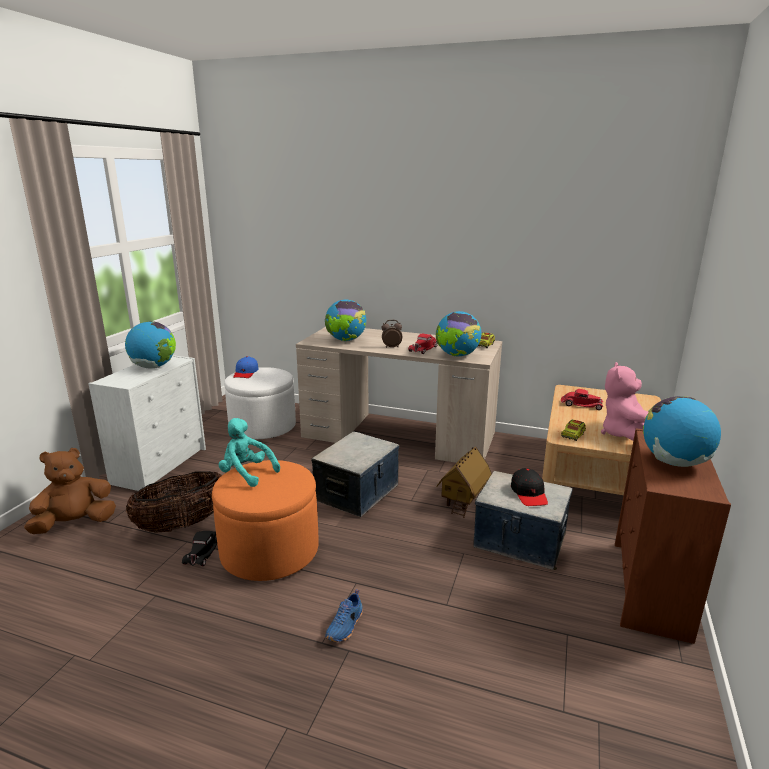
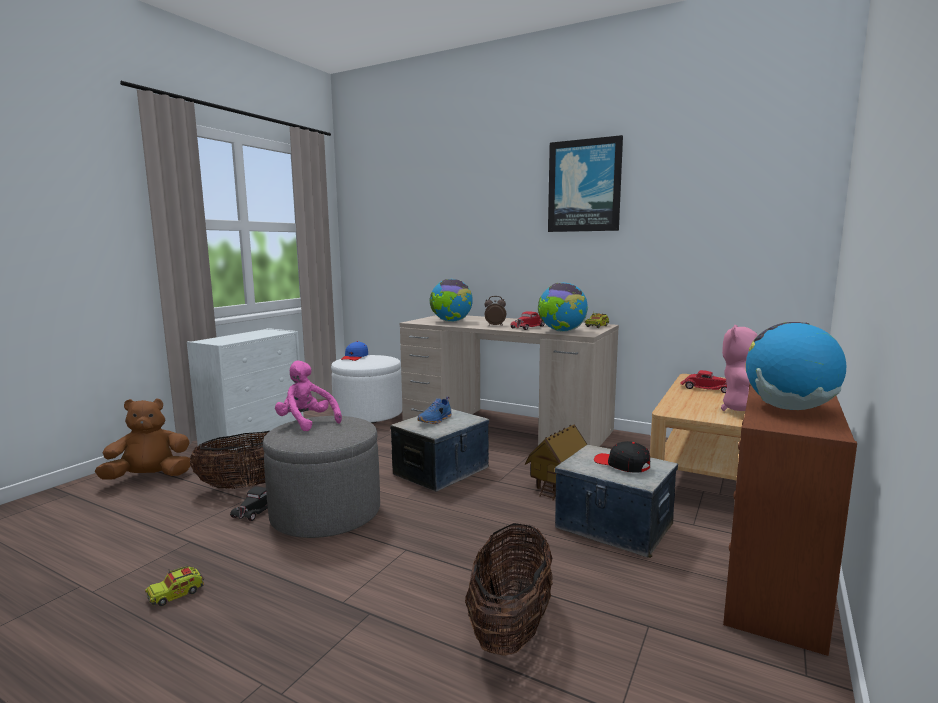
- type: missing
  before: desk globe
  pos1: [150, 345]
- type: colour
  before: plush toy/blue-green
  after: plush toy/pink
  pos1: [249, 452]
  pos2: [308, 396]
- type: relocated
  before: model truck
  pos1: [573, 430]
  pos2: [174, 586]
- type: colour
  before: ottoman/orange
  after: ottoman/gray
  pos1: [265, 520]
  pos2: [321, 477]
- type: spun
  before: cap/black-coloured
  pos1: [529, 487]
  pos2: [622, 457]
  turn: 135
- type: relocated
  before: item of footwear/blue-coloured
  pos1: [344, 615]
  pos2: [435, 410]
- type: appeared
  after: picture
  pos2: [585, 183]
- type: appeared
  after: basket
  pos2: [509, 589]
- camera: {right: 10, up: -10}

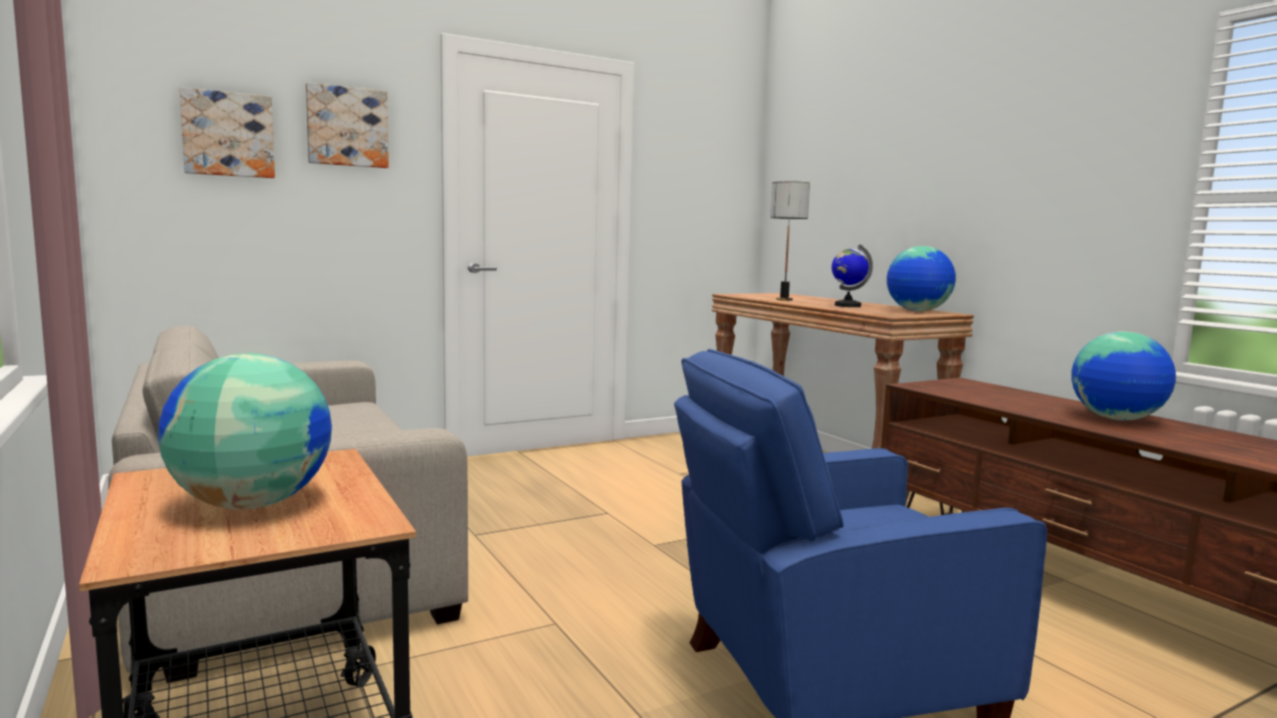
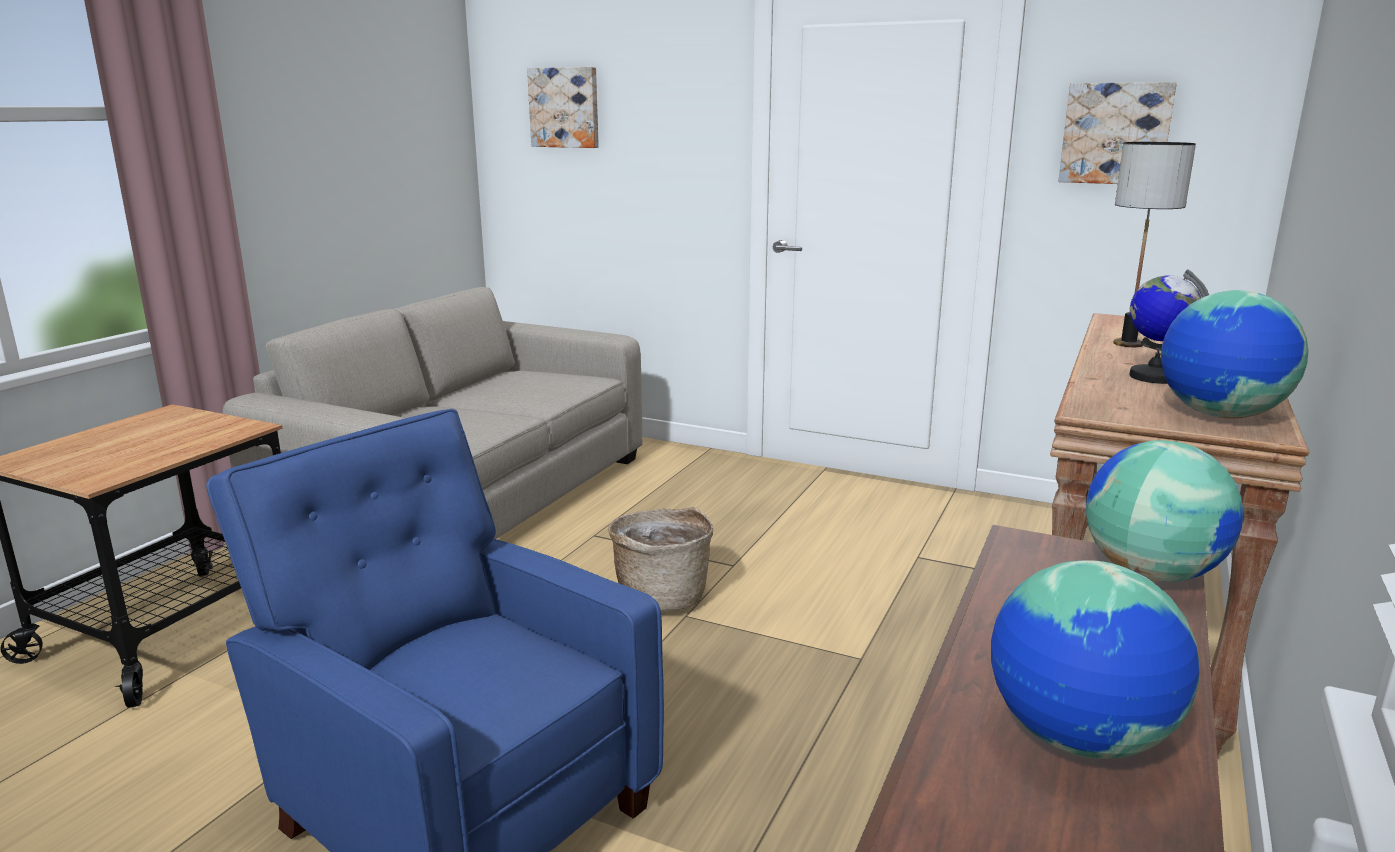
- type: relocated
  before: picture
  pos1: [347, 125]
  pos2: [1118, 133]
- type: relocated
  before: desk globe
  pos1: [245, 431]
  pos2: [1165, 511]
- type: appeared
  after: basket
  pos2: [660, 559]
- camera: {right: 55, up: 10}

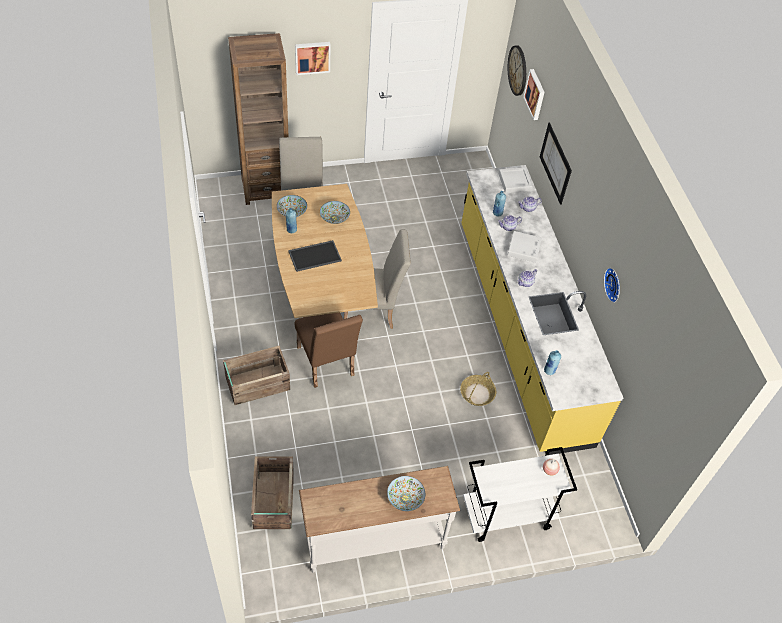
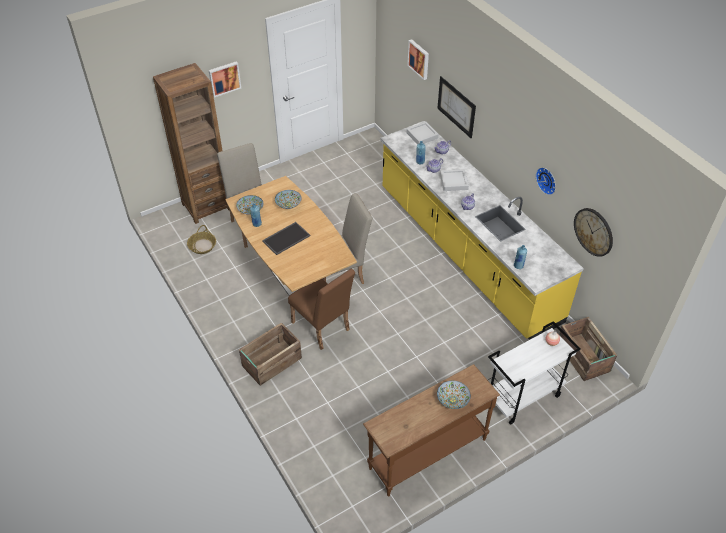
- type: relocated
  before: wall clock
  pos1: [517, 70]
  pos2: [593, 232]
- type: relocated
  before: basket
  pos1: [478, 389]
  pos2: [201, 239]
- type: relocated
  before: crate
  pos1: [272, 492]
  pos2: [588, 349]
- type: colour
  before: narrow table/white-coloured
  after: narrow table/brown
  pos1: [379, 519]
  pos2: [431, 430]
- camera: {right: -15, up: -5}

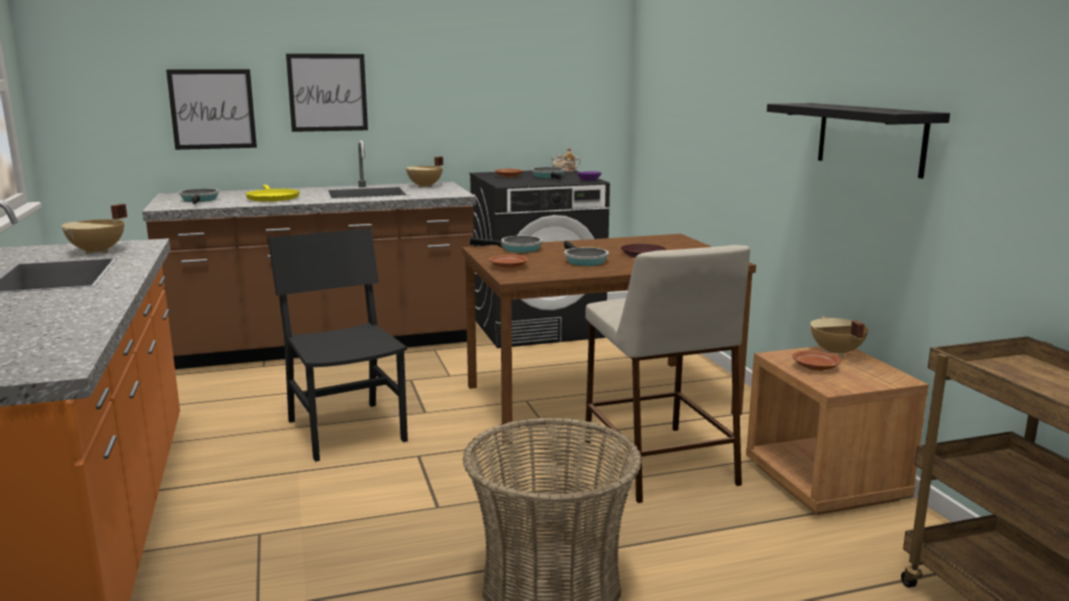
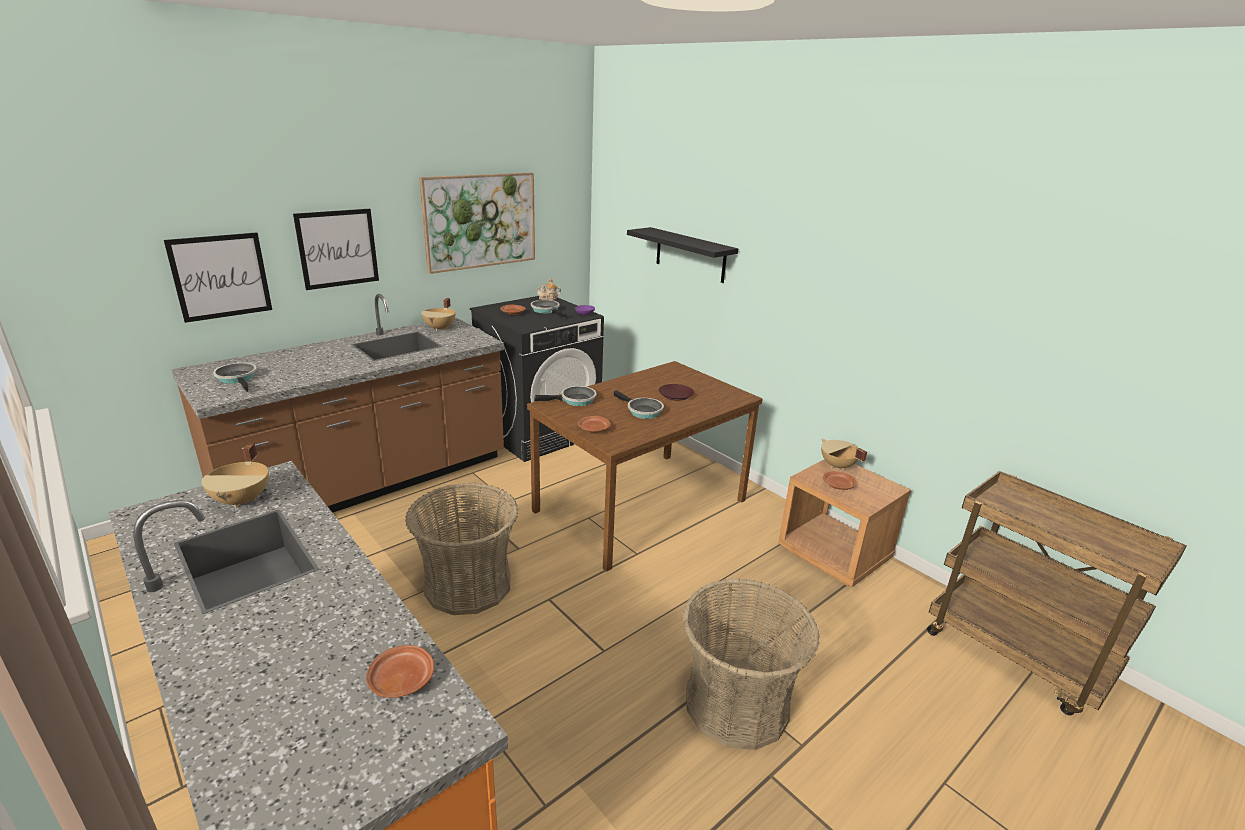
- type: relocated
  before: shelf/black-coloured
  pos1: [858, 141]
  pos2: [682, 255]
- type: missing
  before: frying pan/yellowish
  pos1: [272, 193]
- type: exchanged
  before: plain chair/black-coloured
  after: basket
  pos1: [338, 345]
  pos2: [462, 549]
- type: missing
  before: sitting stool/beige
  pos1: [667, 374]
- type: appeared
  after: picture
  pos2: [477, 223]
- type: appeared
  after: dinner plate/brown
  pos2: [400, 671]
- camera: {right: -25, up: 10}

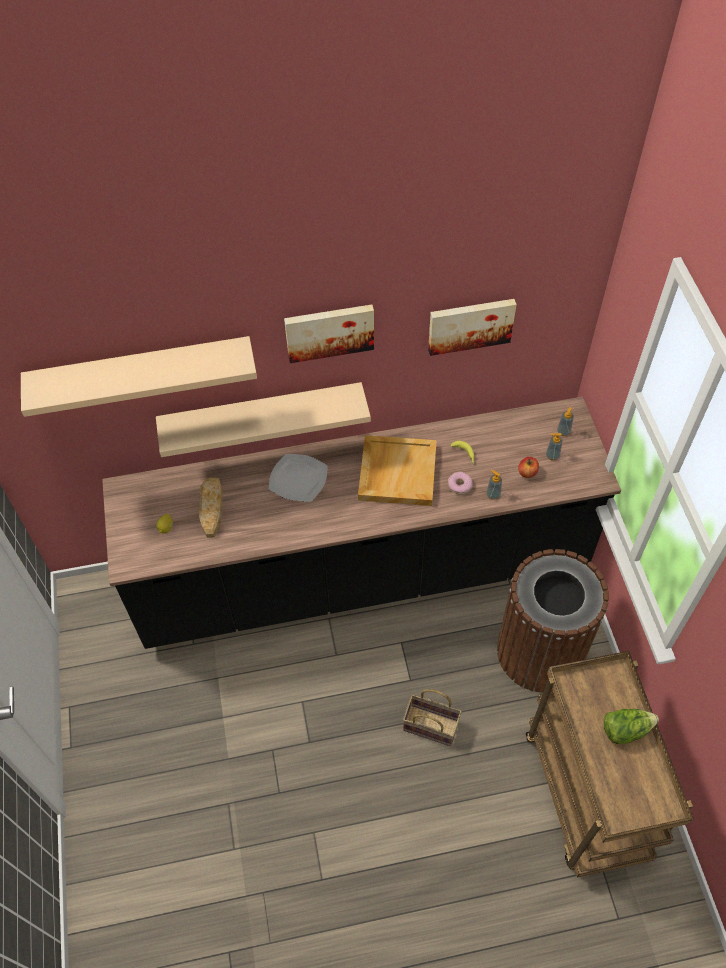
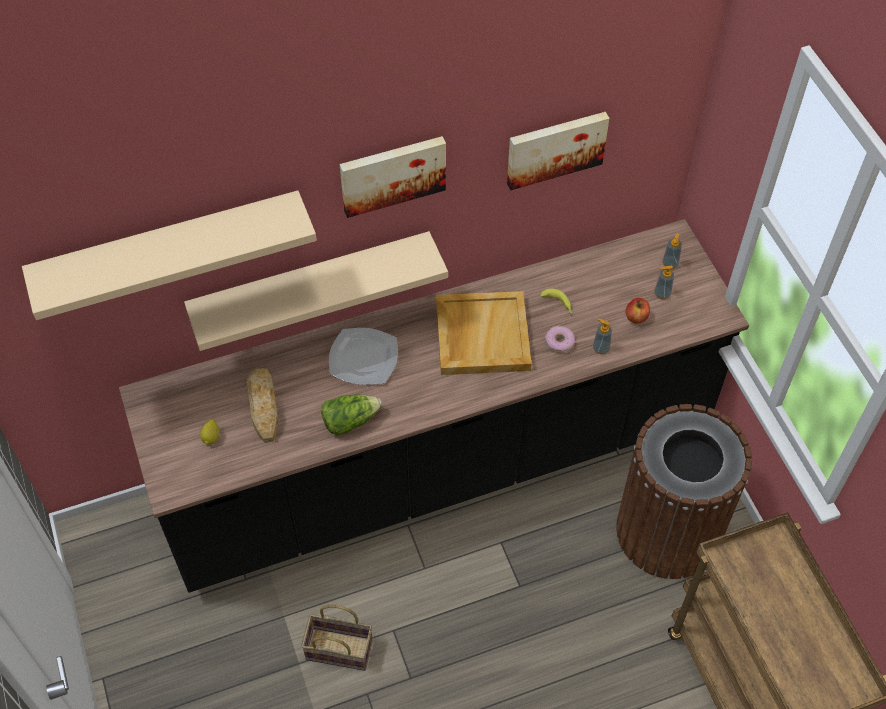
- type: relocated
  before: basket
  pos1: [432, 717]
  pos2: [337, 638]
- type: relocated
  before: lettuce
  pos1: [631, 726]
  pos2: [351, 414]
- camera: {right: -10, up: 0}

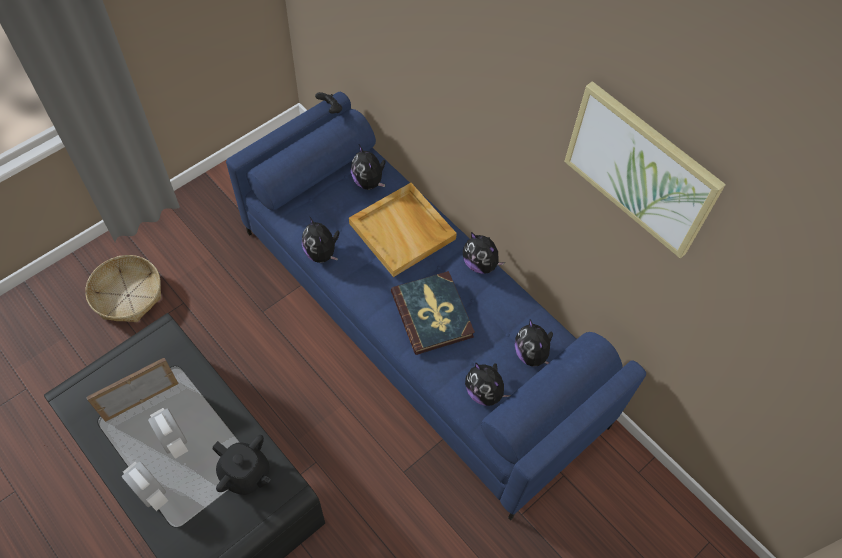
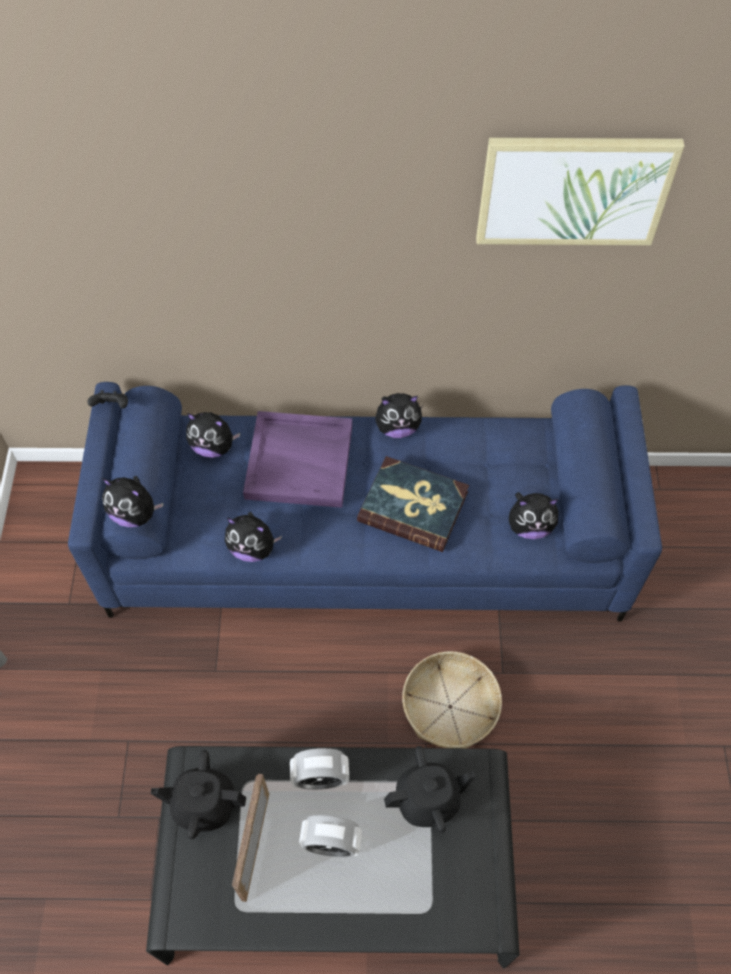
- type: colour
  before: carrying tray/beige
  after: carrying tray/purplish
  pos1: [403, 230]
  pos2: [297, 459]
- type: relocated
  before: basket
  pos1: [123, 288]
  pos2: [452, 699]
- type: relocated
  before: plush toy
  pos1: [534, 343]
  pos2: [132, 501]
- type: relocated
  before: table clock
  pos1: [145, 486]
  pos2: [319, 769]
- type: appeared
  after: pot for tea/black-coloured
  pos2: [198, 794]
- camera: {right: -45, up: 0}

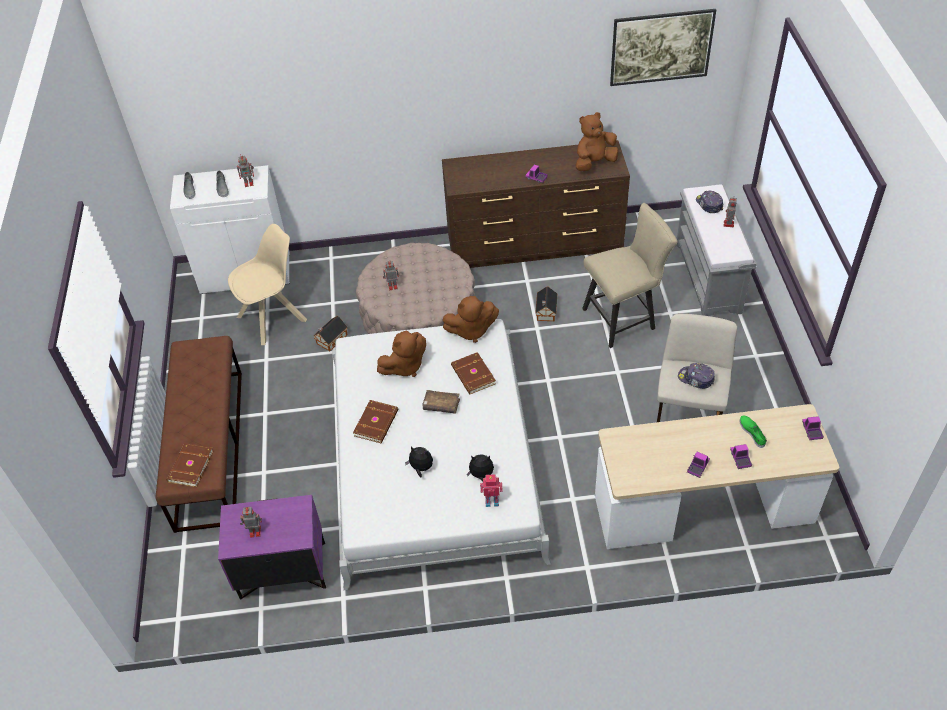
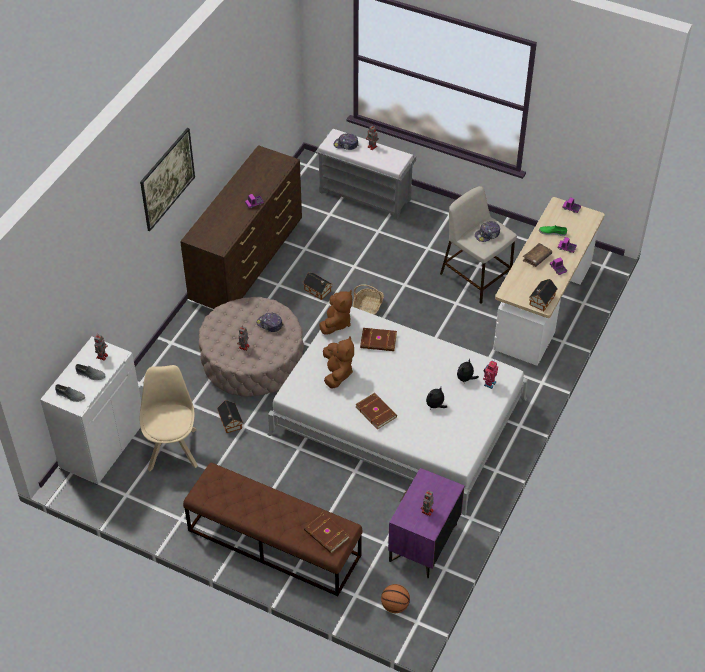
- type: relocated
  before: picture
  pos1: [663, 47]
  pos2: [167, 179]
- type: missing
  before: plush toy/brown
  pos1: [597, 141]
- type: missing
  before: plain chair/beige
  pos1: [630, 275]
- type: relocated
  before: bound book/brown
  pos1: [441, 402]
  pos2: [537, 255]
- type: appeared
  after: toy house
  pos2: [543, 295]
- type: appeared
  after: basket
  pos2: [368, 299]
- type: appeared
  after: cap
  pos2: [270, 322]
- type: appeared
  after: ball for basketball
  pos2: [395, 598]
- camera: {right: -60, up: 0}

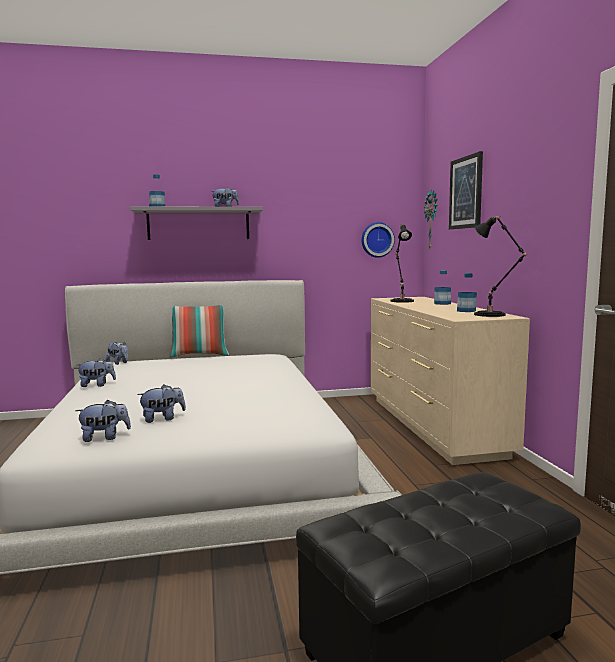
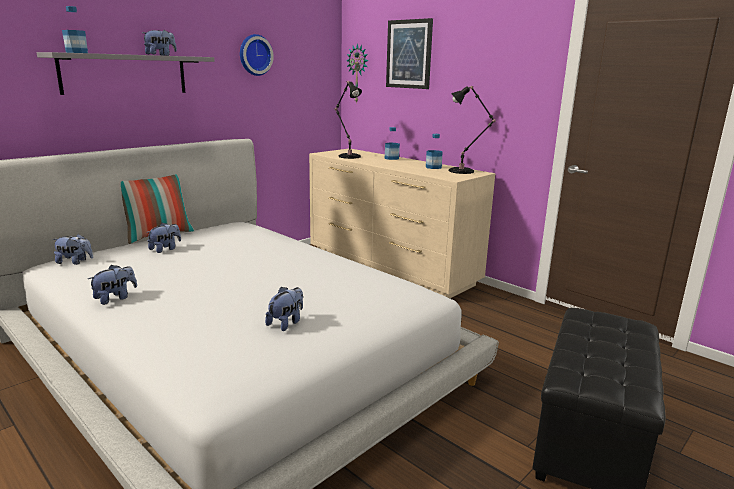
- type: relocated
  before: wall clock
  pos1: [378, 240]
  pos2: [257, 55]
- type: relocated
  before: plush toy
  pos1: [103, 421]
  pos2: [163, 238]
- camera: {right: -35, up: 10}

